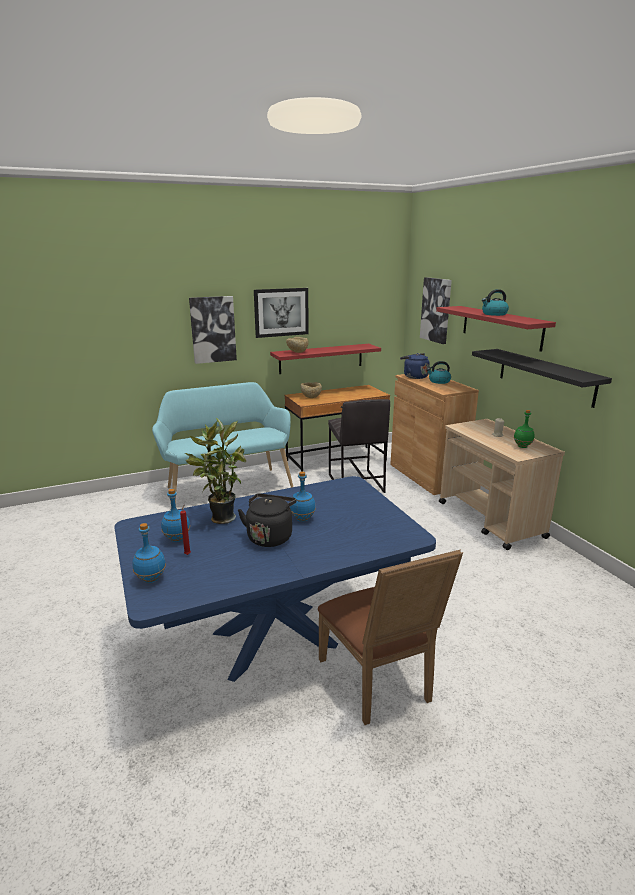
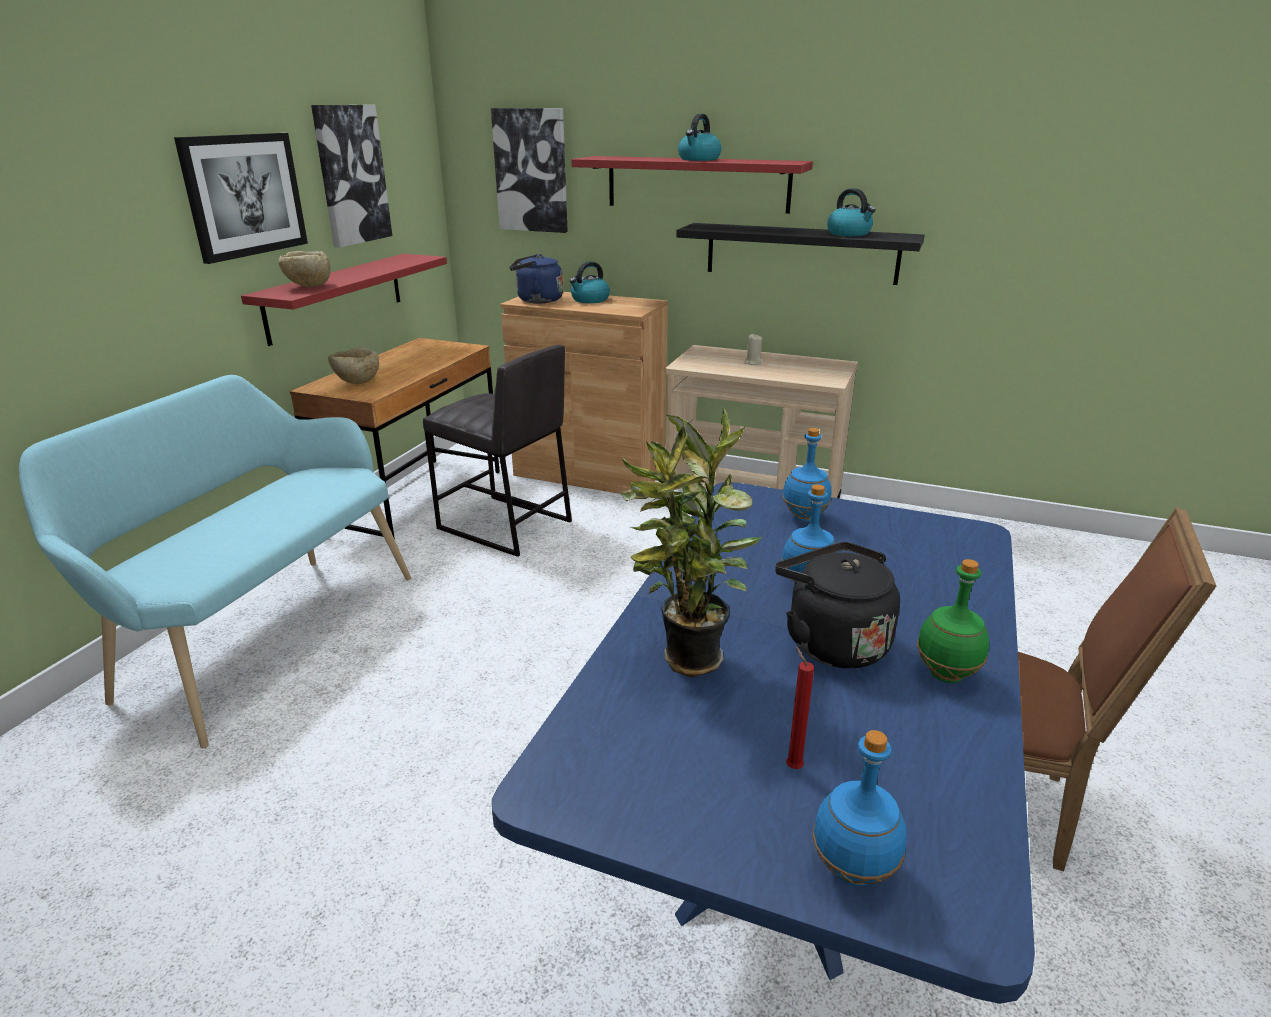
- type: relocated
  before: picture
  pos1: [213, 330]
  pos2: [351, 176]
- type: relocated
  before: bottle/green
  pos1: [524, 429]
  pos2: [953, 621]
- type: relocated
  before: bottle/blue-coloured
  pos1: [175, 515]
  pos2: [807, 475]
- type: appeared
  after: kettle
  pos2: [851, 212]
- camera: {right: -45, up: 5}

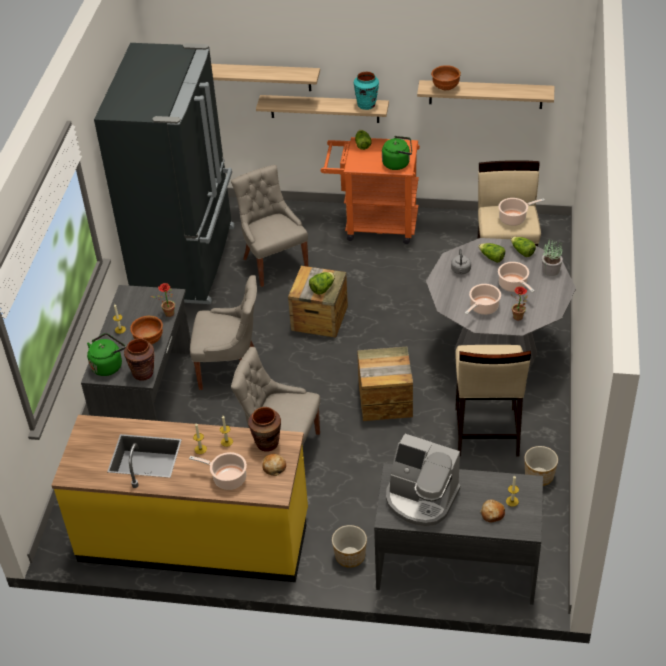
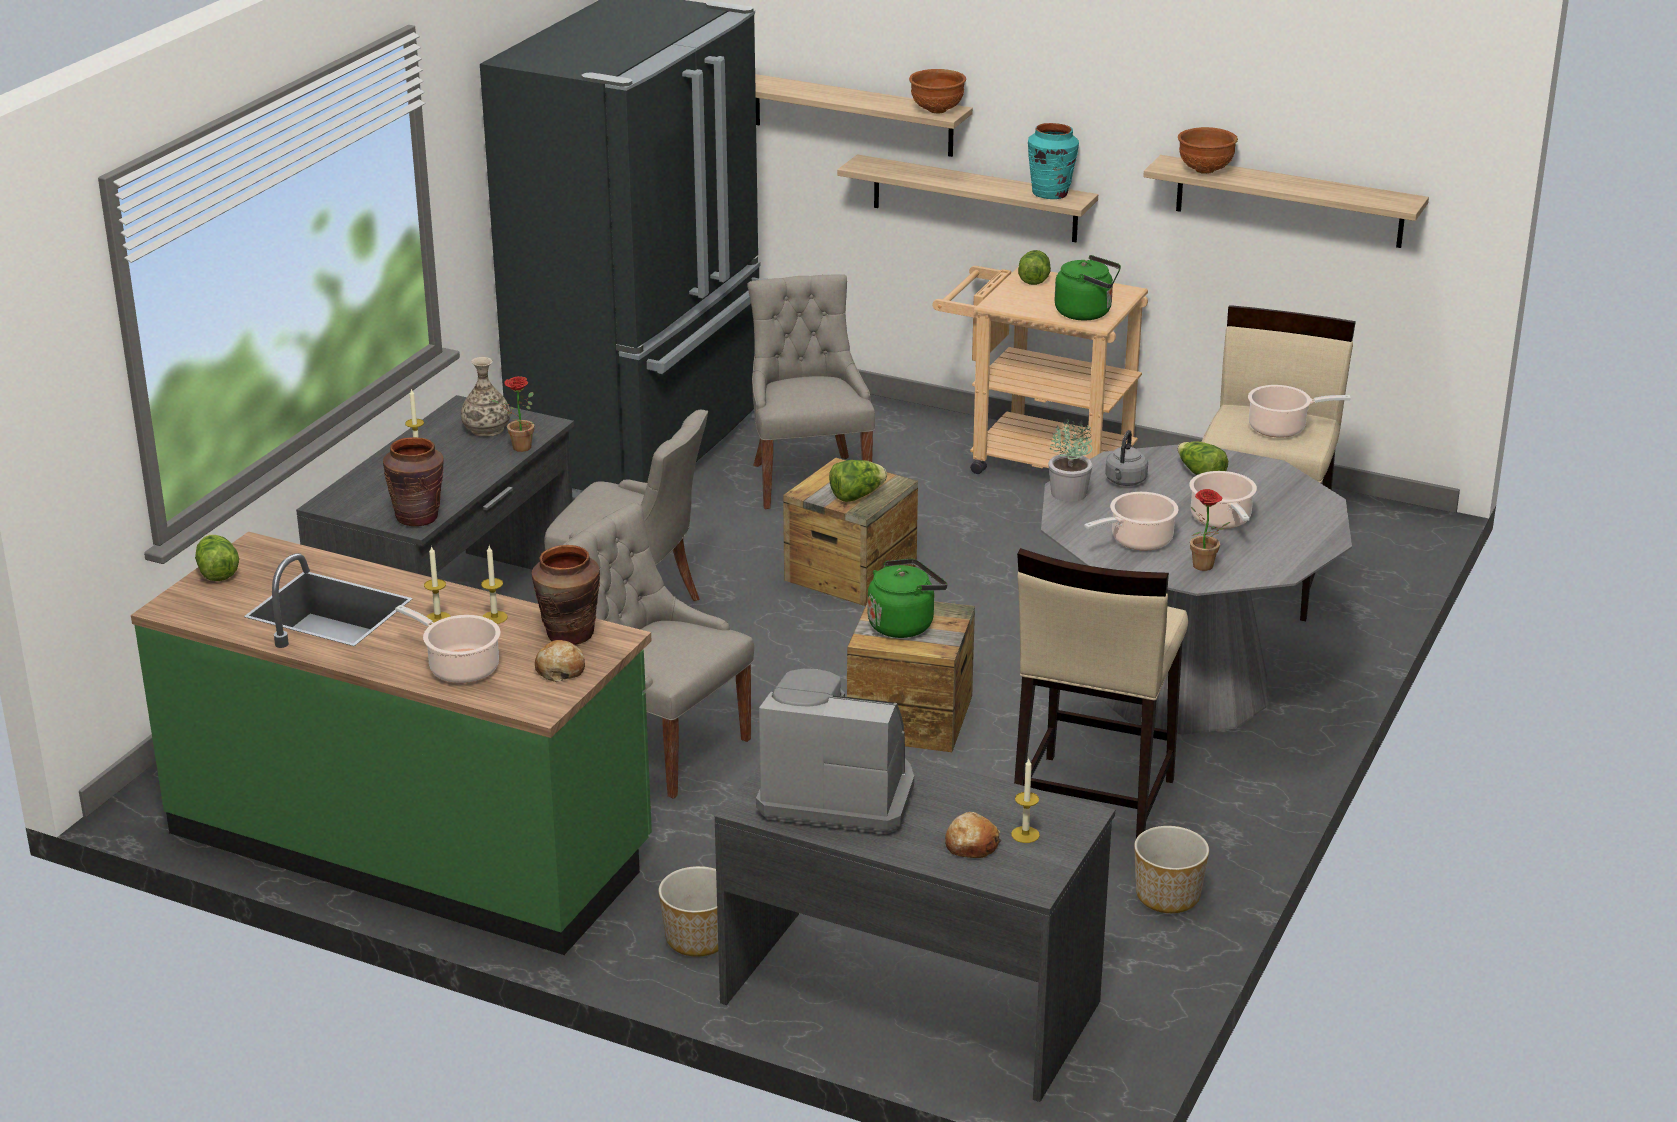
- type: colour
  before: wheeled cart/orange
  after: wheeled cart/beige
  pos1: [370, 190]
  pos2: [1040, 370]
- type: relocated
  before: lettuce
  pos1: [523, 247]
  pos2: [217, 558]
- type: relocated
  before: plant in a pot
  pos1: [552, 257]
  pos2: [1070, 460]
- type: relocated
  before: deep dish/brown
  pos1: [146, 330]
  pos2: [937, 91]
- type: relocated
  before: kettle/green
  pos1: [106, 354]
  pos2: [907, 598]
- type: colour
  before: kitchen base unit/yellowish
  after: kitchen base unit/green
  pos1: [179, 498]
  pos2: [391, 743]
- type: spun
  before: coffee machine
  pos1: [423, 480]
  pos2: [835, 751]
  turn: 150
- type: appeared
  after: vase
  pos2: [485, 396]
- camera: {right: 15, up: -15}

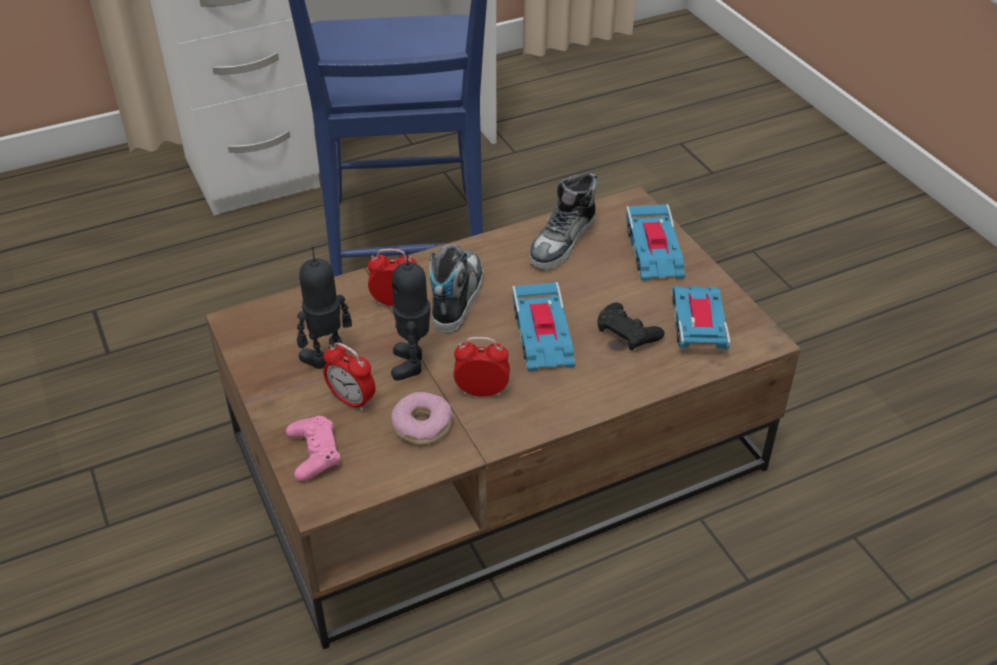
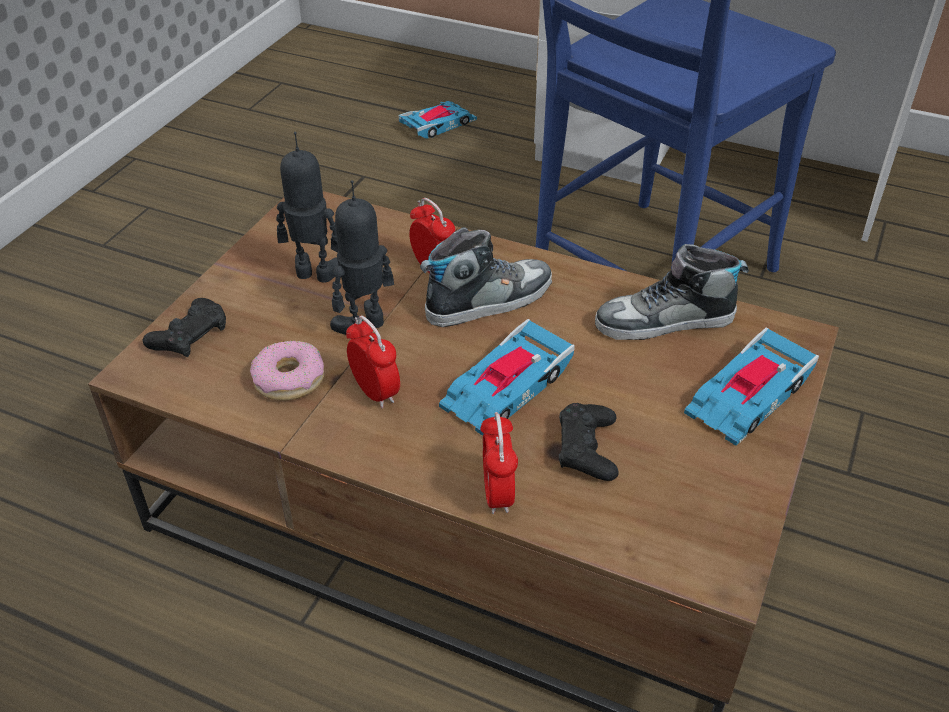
- type: relocated
  before: miniature car
  pos1: [700, 318]
  pos2: [438, 119]
- type: relocated
  before: table clock
  pos1: [349, 376]
  pos2: [499, 463]
- type: colour
  before: gamepad/pink
  after: gamepad/black-coloured
  pos1: [313, 448]
  pos2: [184, 327]
- camera: {right: 50, up: 0}

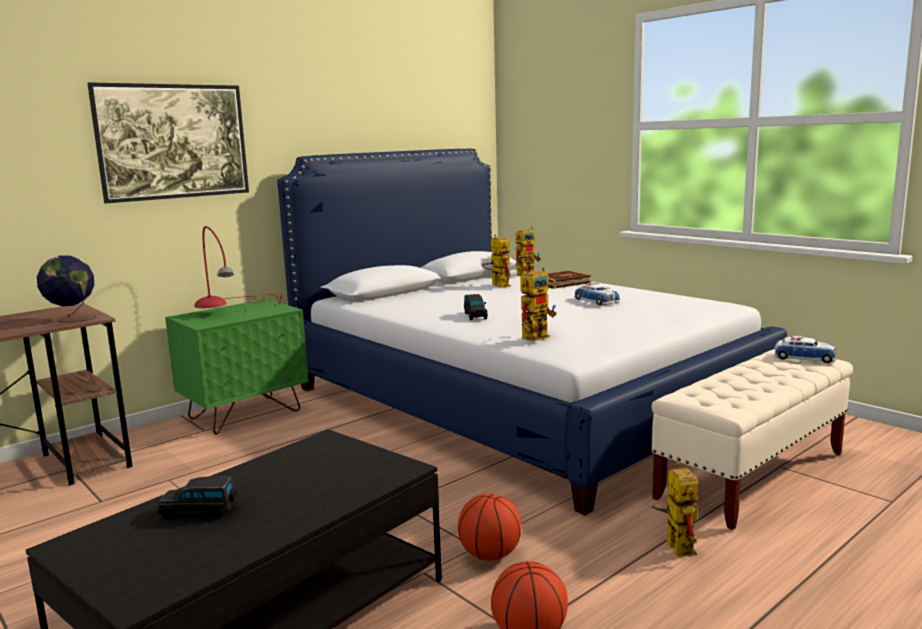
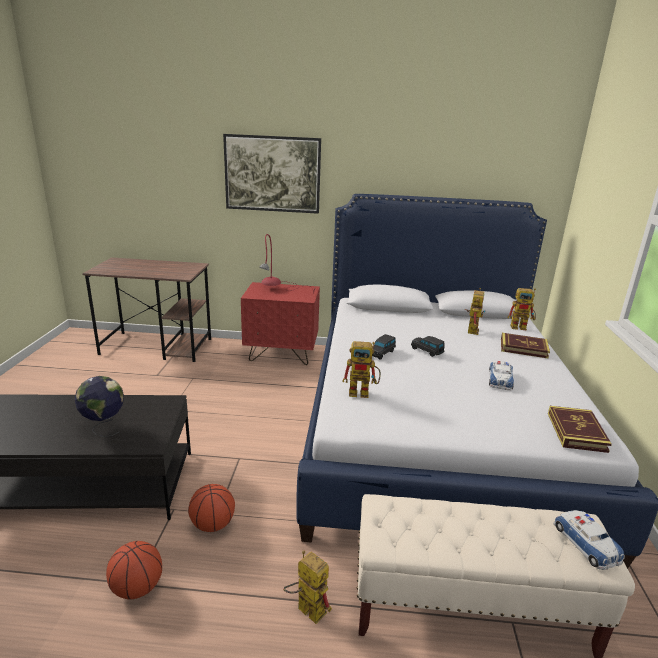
- type: relocated
  before: desk globe
  pos1: [66, 288]
  pos2: [99, 406]
- type: colour
  before: night table/green
  after: night table/red-coloured
  pos1: [237, 367]
  pos2: [280, 323]
- type: spun
  before: model robot
  pos1: [674, 509]
  pos2: [307, 587]
  turn: -90
- type: relocated
  before: miniature car/black-coloured
  pos1: [197, 498]
  pos2: [428, 346]
- type: appeared
  after: bound book
  pos2: [580, 429]
- camera: {right: 45, up: 10}

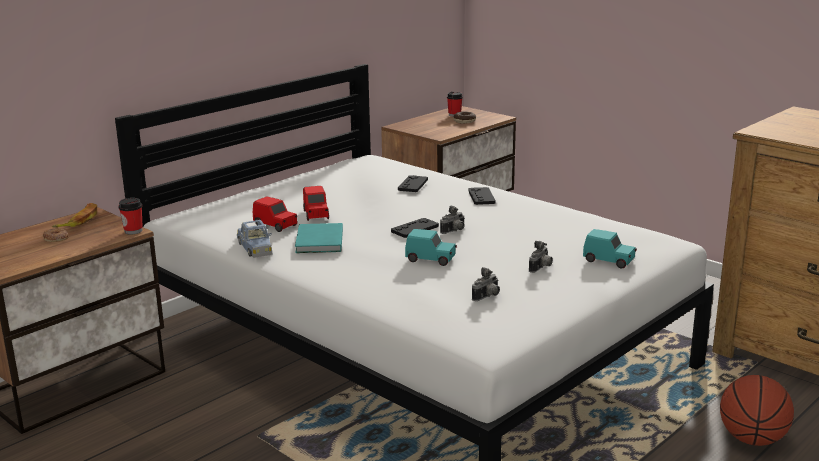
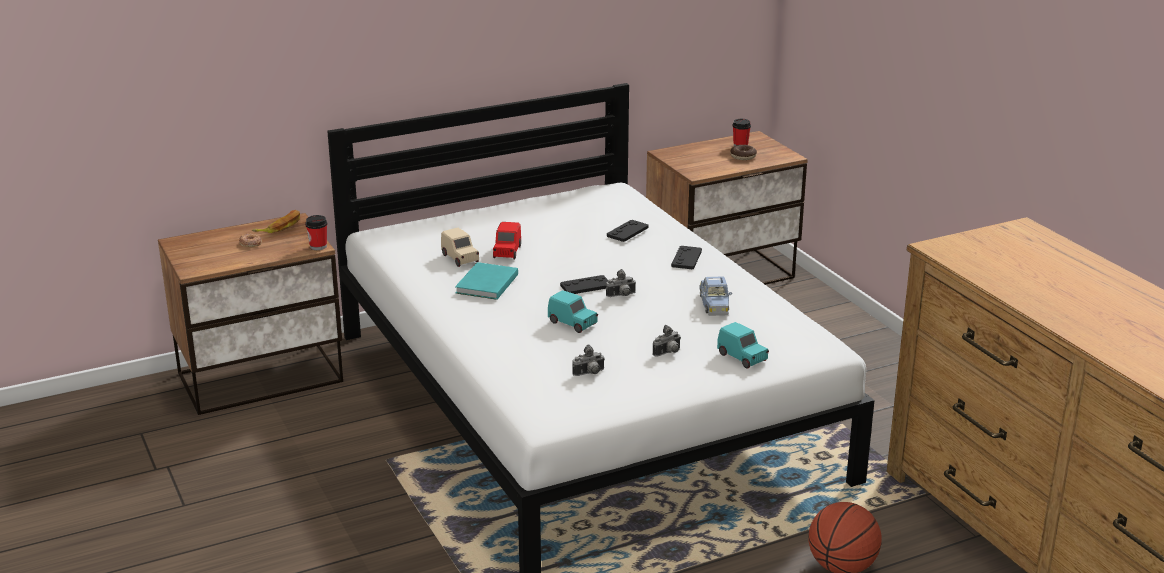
- type: colour
  before: miniature car/red-coloured
  after: miniature car/beige
  pos1: [275, 214]
  pos2: [460, 247]
- type: relocated
  before: miniature car/blue-coloured
  pos1: [255, 239]
  pos2: [716, 296]
- camera: {right: 20, up: 5}

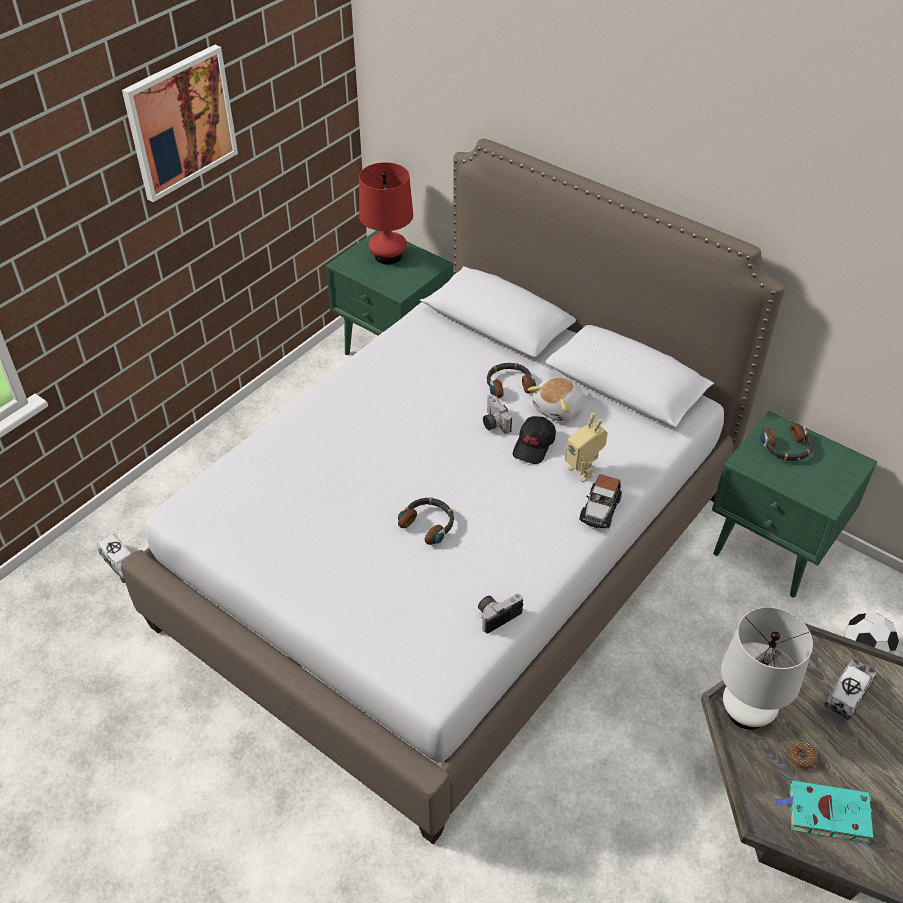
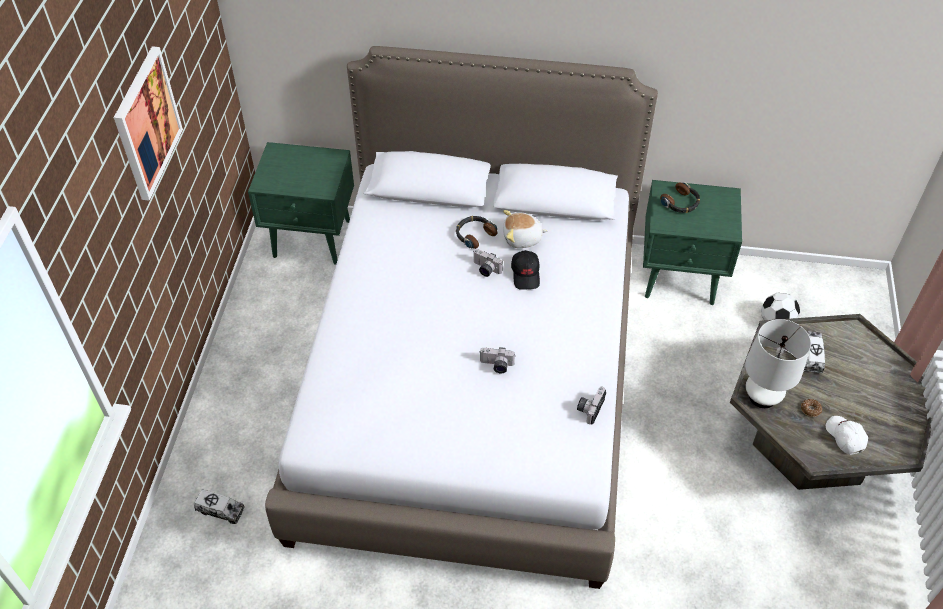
- type: missing
  before: tabletop lamp/red-coloured
  pos1: [386, 213]
- type: spun
  before: plush toy
  pos1: [556, 399]
  pos2: [525, 229]
  turn: 75
- type: missing
  before: model robot
  pos1: [586, 447]
- type: missing
  before: miniature car
  pos1: [600, 501]
- type: exchanged
  before: headphones
  after: still camera
  pos1: [426, 521]
  pos2: [497, 360]
- type: exchanged
  before: bound book/blue-green
  after: cap/white-coloured
  pos1: [823, 811]
  pos2: [847, 435]
- camera: {right: -30, up: 5}

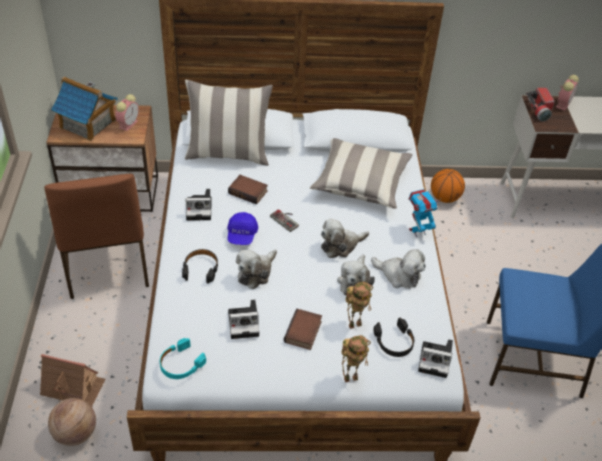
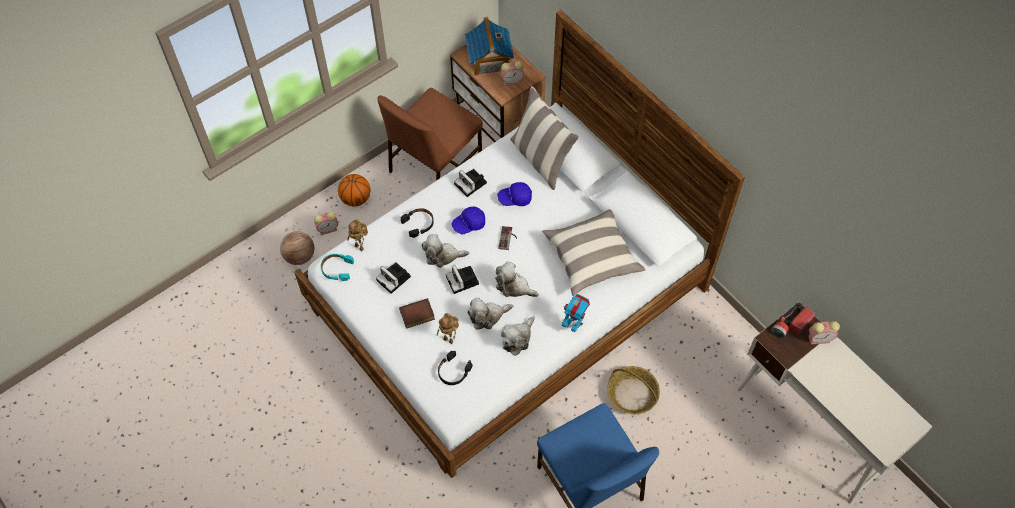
- type: relocated
  before: ball for basketball
  pos1: [448, 186]
  pos2: [354, 190]
- type: exchanged
  before: bound book
  after: cap/blue-coloured
  pos1: [248, 189]
  pos2: [514, 194]
- type: spun
  before: plush toy
  pos1: [398, 269]
  pos2: [518, 336]
  turn: 45
- type: relocated
  before: model robot
  pos1: [356, 358]
  pos2: [357, 235]
- type: relocated
  before: still camera
  pos1: [435, 358]
  pos2: [462, 279]
- type: exchanged
  before: toy house
  after: table clock
  pos1: [73, 380]
  pos2: [326, 223]
- type: appeared
  after: basket
  pos2: [633, 390]
- camera: {right: 55, up: 15}

